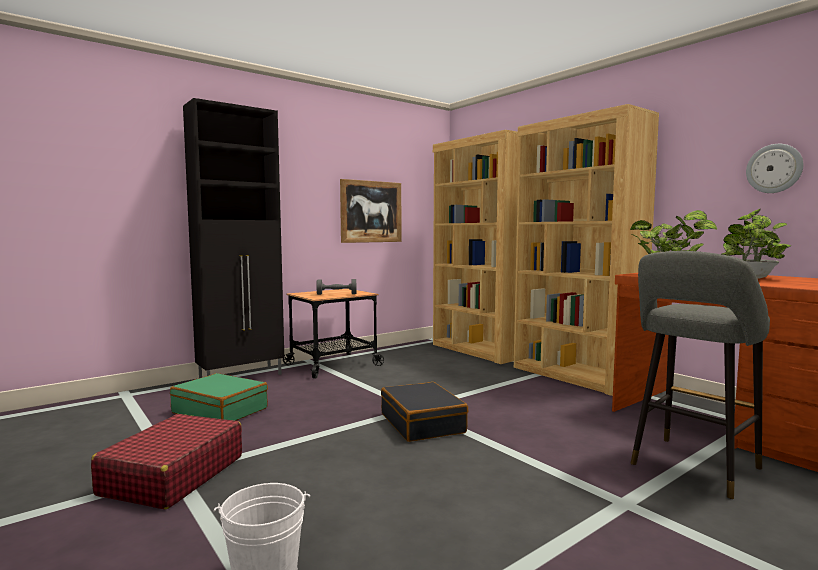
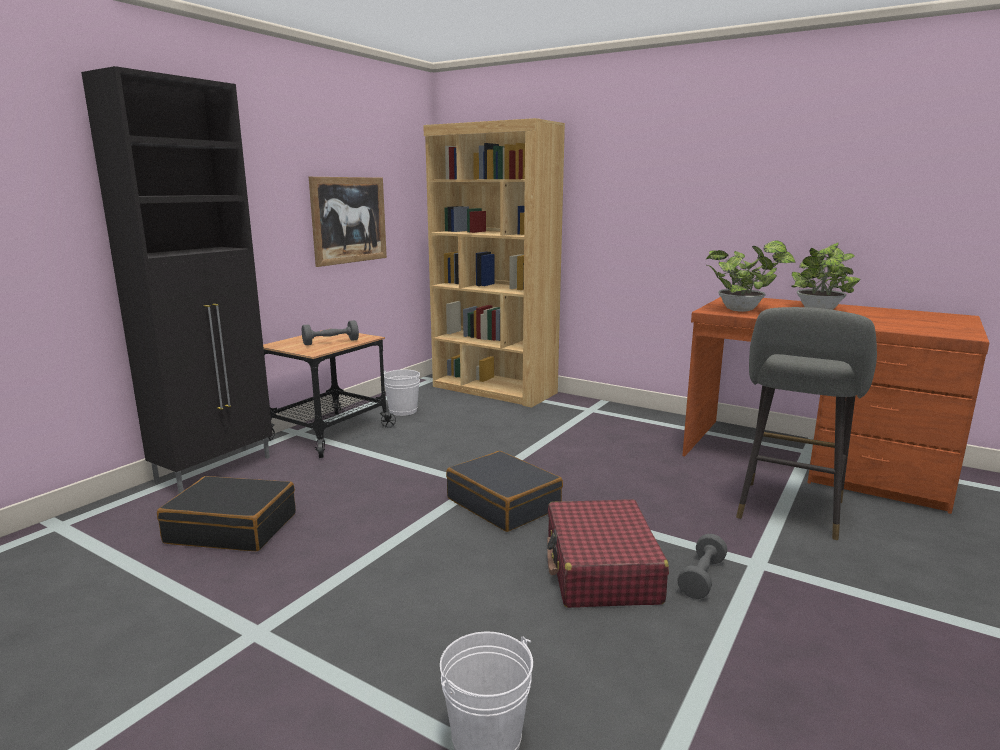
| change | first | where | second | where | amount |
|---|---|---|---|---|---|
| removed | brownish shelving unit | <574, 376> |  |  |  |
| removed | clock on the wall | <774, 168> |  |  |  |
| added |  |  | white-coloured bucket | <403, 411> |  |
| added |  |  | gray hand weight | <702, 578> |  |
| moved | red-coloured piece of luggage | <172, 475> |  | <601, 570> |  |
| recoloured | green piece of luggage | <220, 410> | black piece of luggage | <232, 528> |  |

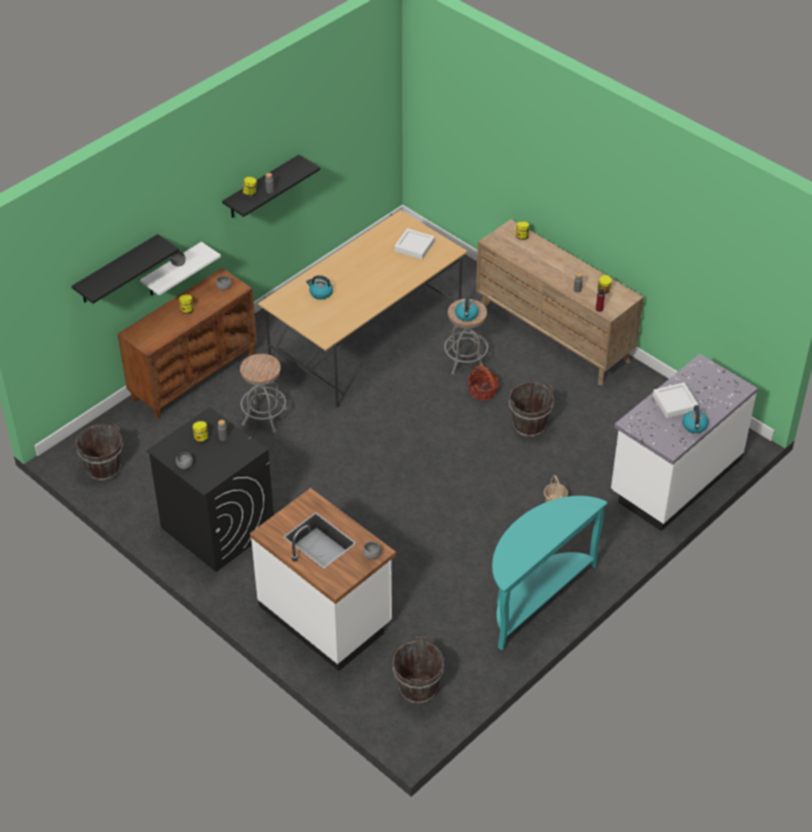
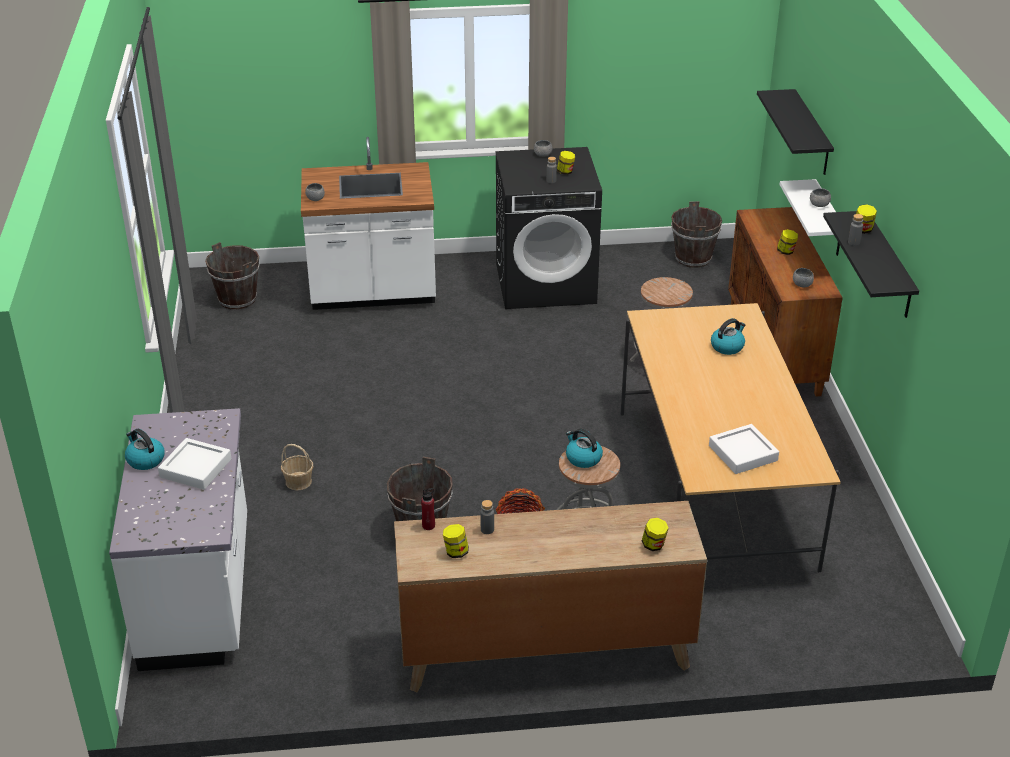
| change | first | where | second | where | amount |
|---|---|---|---|---|---|
| removed | turquoise narrow table | <535, 597> |  |  |  |

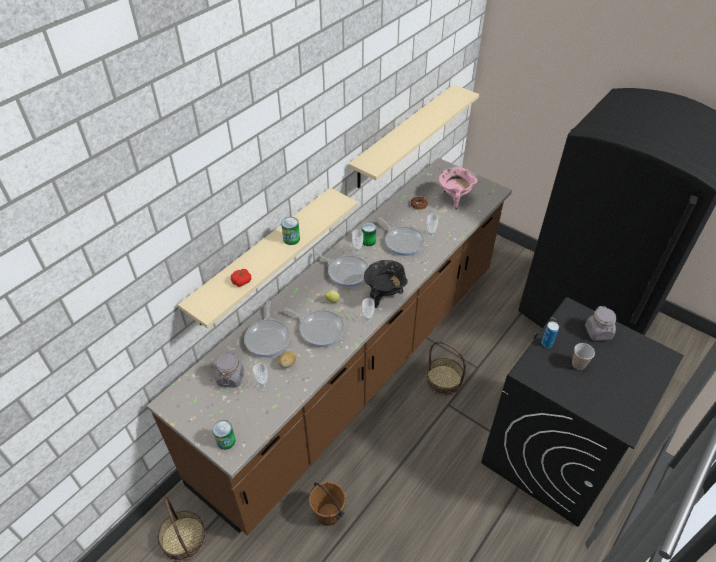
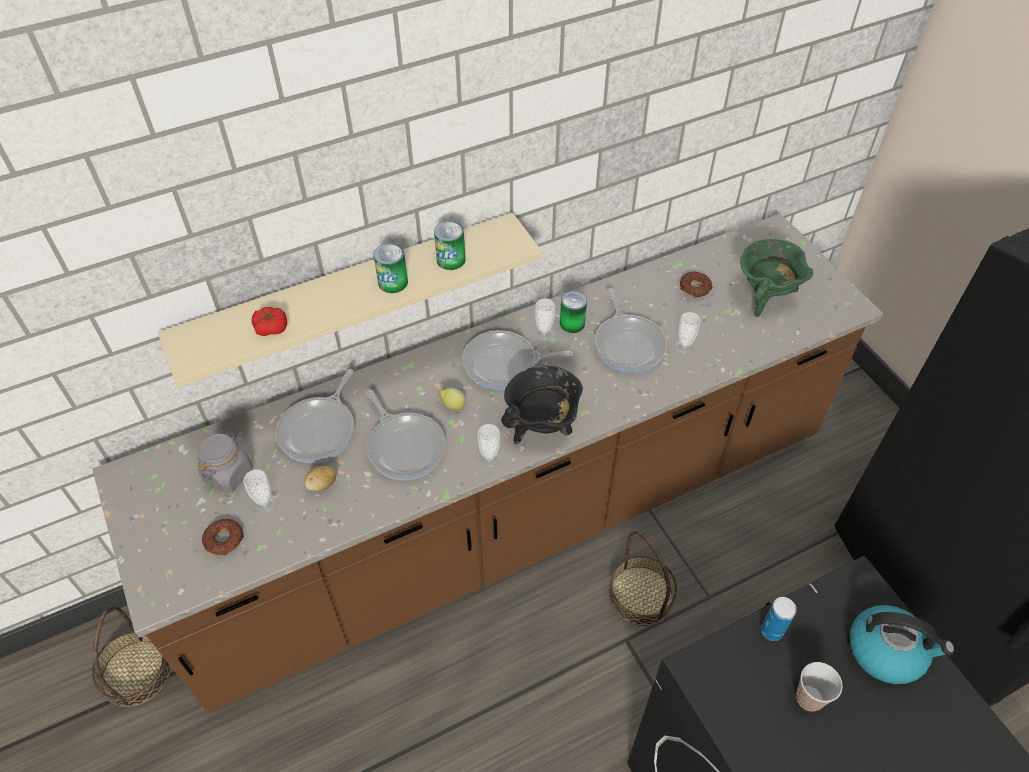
| change | first | where | second | where | amount |
|---|---|---|---|---|---|
| removed | brownish bucket | <329, 514> |  |  |  |
| removed | beige-coloured bracket shelf | <403, 136> |  |  |  |
| added |  |  | doughnut | <224, 539> |  |
| moved | metal can | <226, 441> |  | <451, 259> |  |
| replaced | gray jar | <598, 332> | tea kettle | <886, 651> |  |
| recoloured | pink-coloured cooking pot | <454, 199> | green cooking pot | <765, 297> |  |
| turned | skillet | <346, 272> |  | <504, 364> | 120 degrees clockwise |

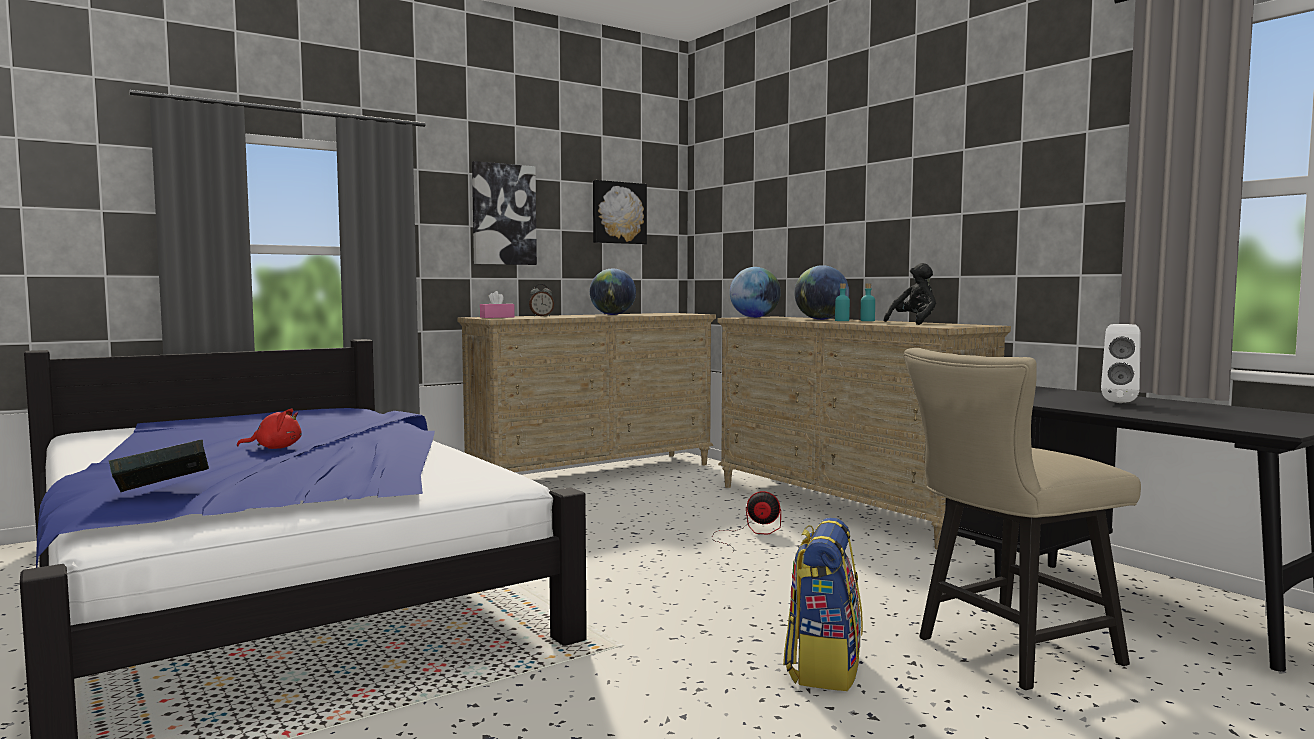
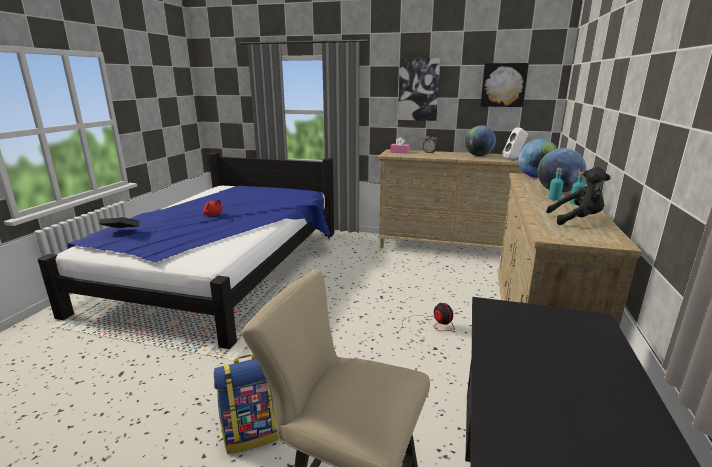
| change | first | where | second | where | amount |
|---|---|---|---|---|---|
| moved | white-coloured loudspeaker | <1119, 402> |  | <513, 159> |  |

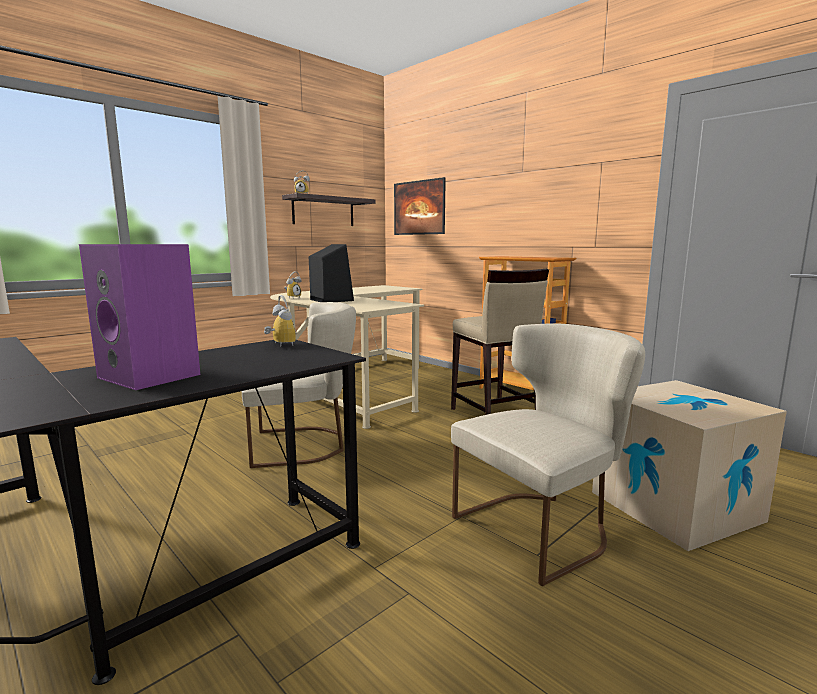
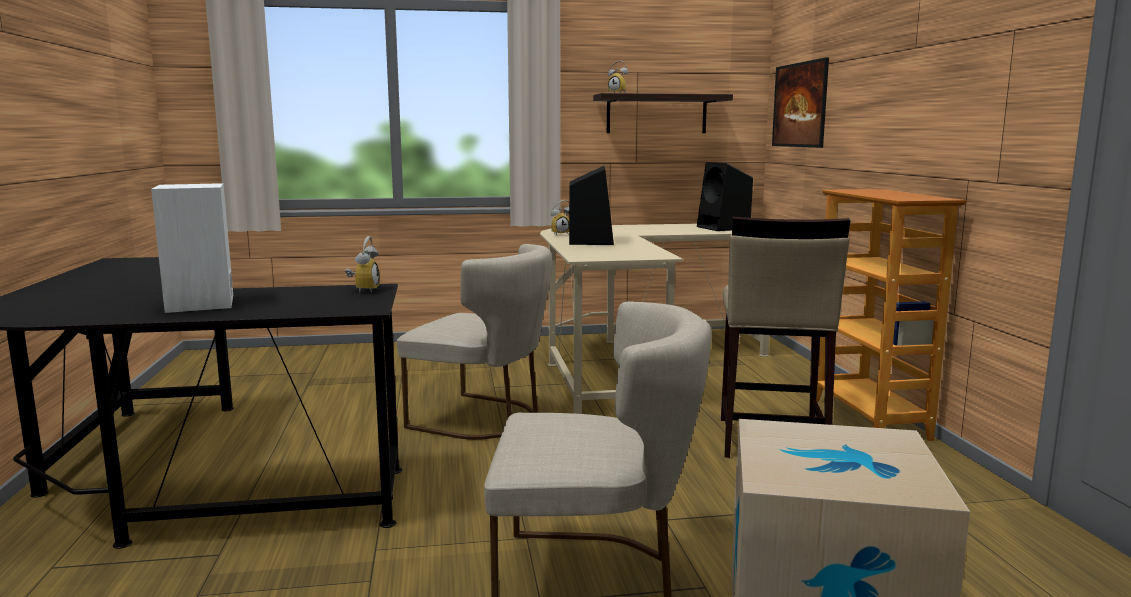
| change | first | where | second | where | amount |
|---|---|---|---|---|---|
| added |  |  | black loudspeaker | <724, 228> |  |
| recoloured | purplish loudspeaker | <152, 376> | white-coloured loudspeaker | <202, 303> |  |

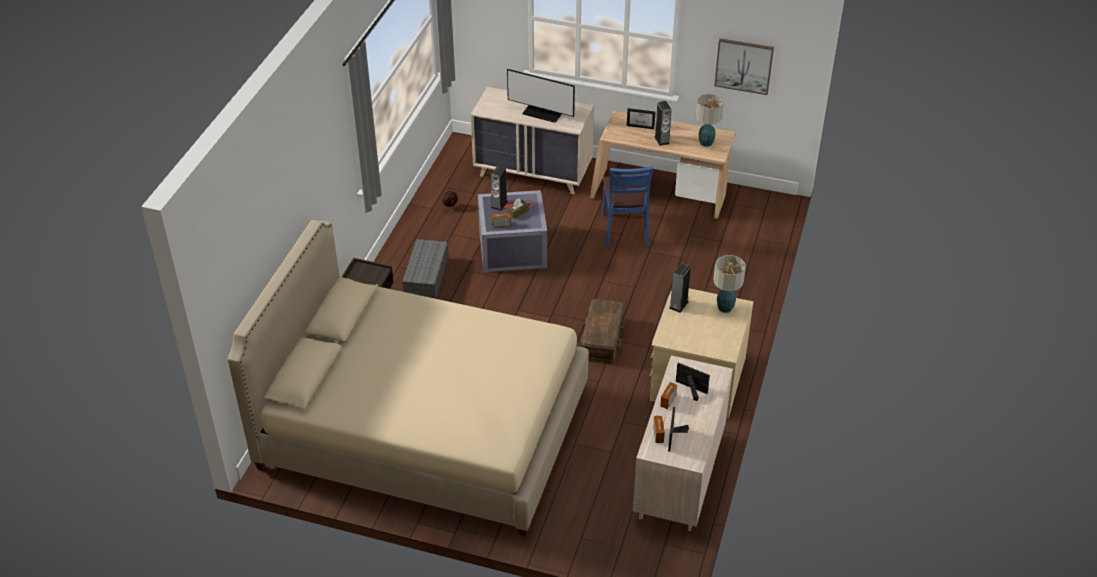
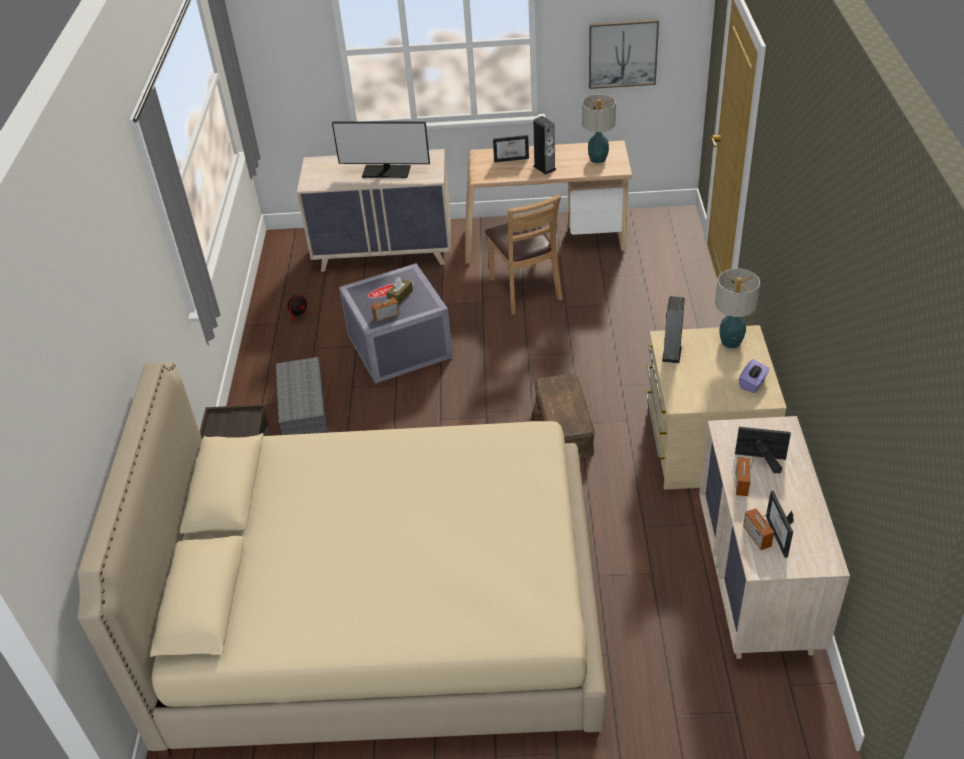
| change | first | where | second | where | amount |
|---|---|---|---|---|---|
| removed | loudspeaker | <499, 204> |  |  |  |
| added |  |  | purplish tissue holder | <753, 383> |  |
| recoloured | bluish upright chair | <624, 230> | brownish upright chair | <525, 290> |  |

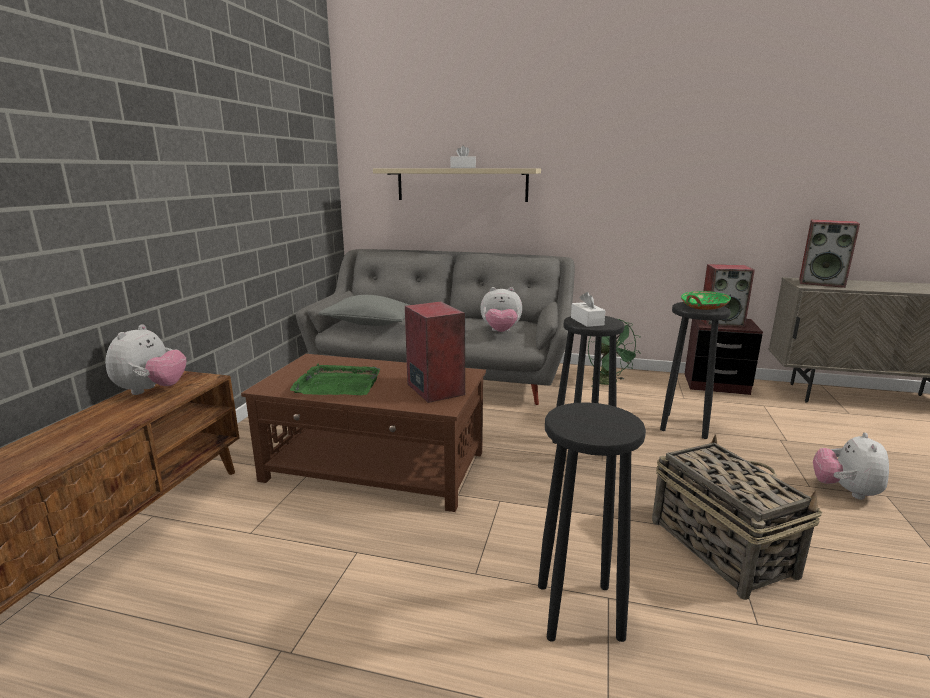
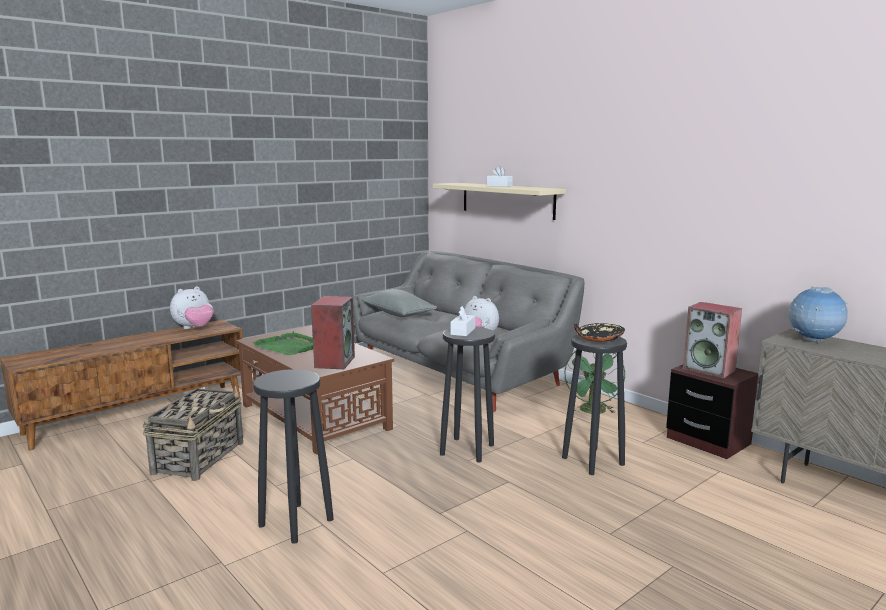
| change | first | where | second | where | amount |
|---|---|---|---|---|---|
| removed | soft toy | <845, 491> |  |  |  |
| moved | household basket | <720, 546> |  | <199, 457> |  |
| replaced | loudspeaker | <822, 283> | globe | <813, 341> |  |
| recoloured | green bowl | <703, 307> | black bowl | <598, 340> |  |

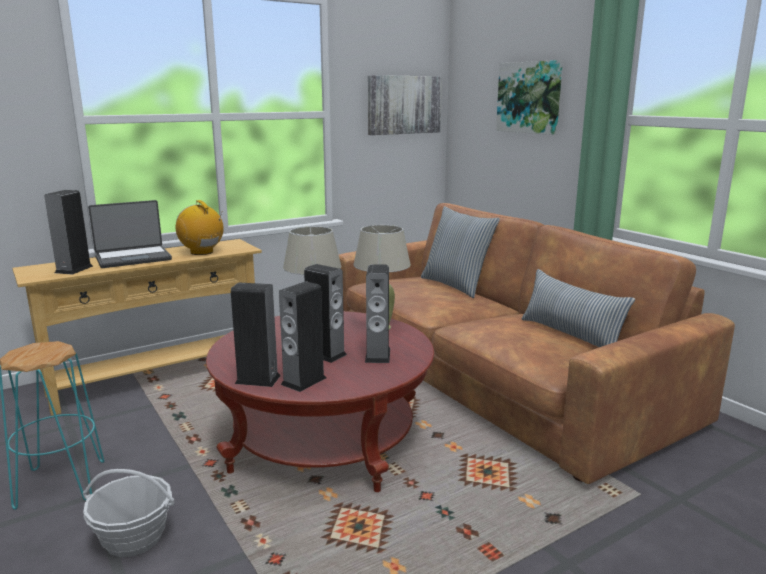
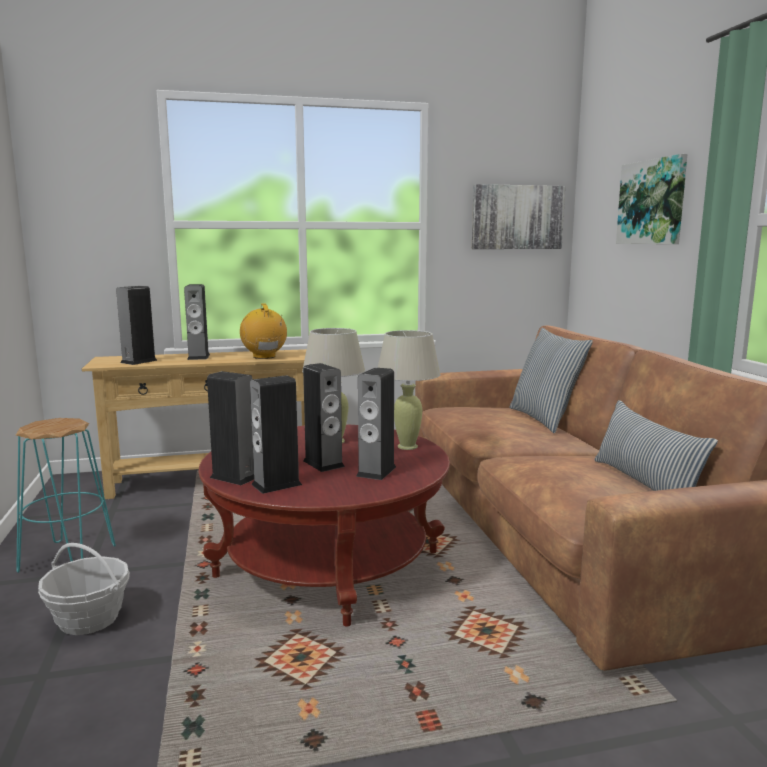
| change | first | where | second | where | amount |
|---|---|---|---|---|---|
| replaced | portable computer | <133, 258> | loudspeaker | <198, 357> |  |

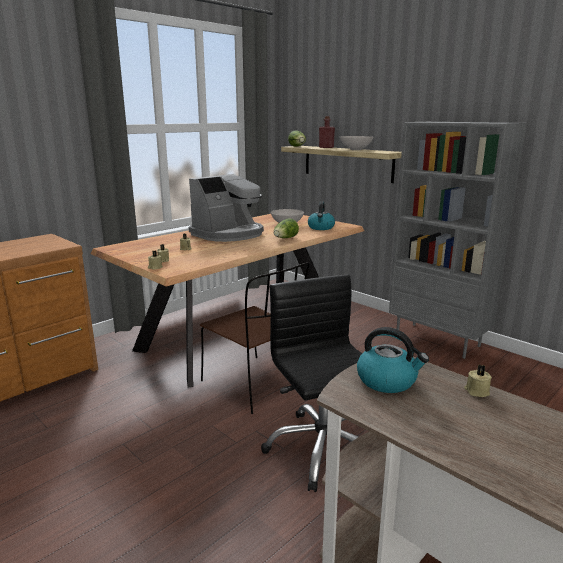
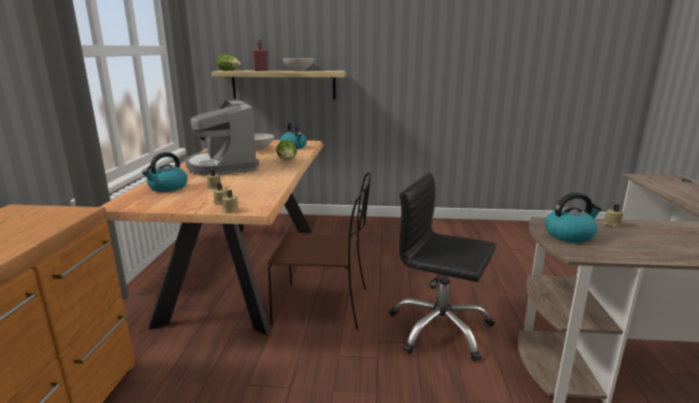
| change | first | where | second | where | amount |
|---|---|---|---|---|---|
| removed | gray shelving unit | <438, 340> |  |  |  |
| added |  |  | tea kettle | <167, 188> |  |
| turned | coffee machine | <228, 234> |  | <223, 166> | 150 degrees clockwise |

